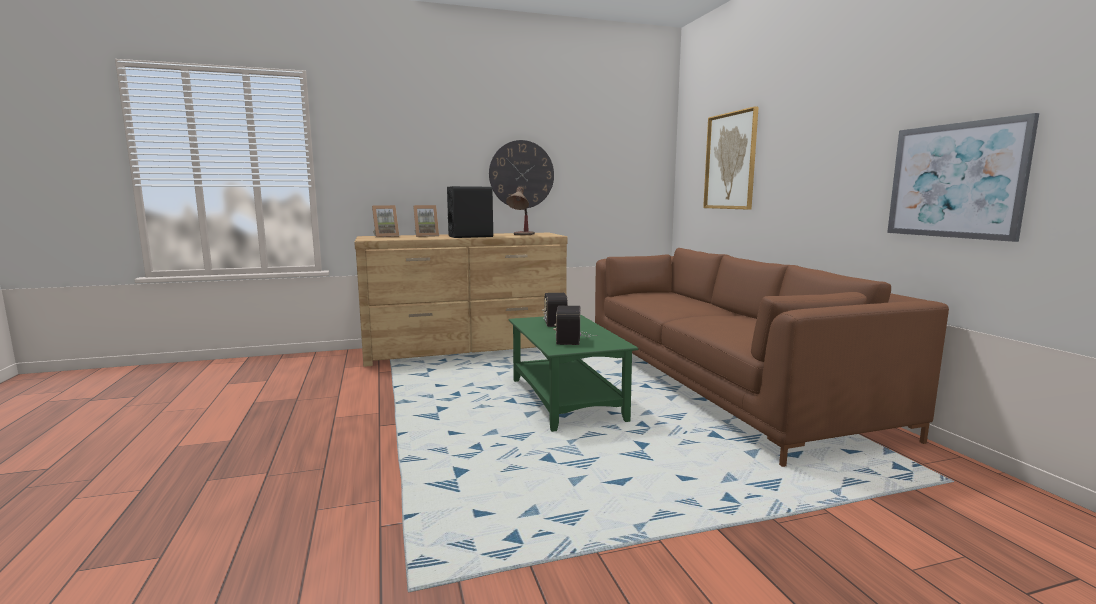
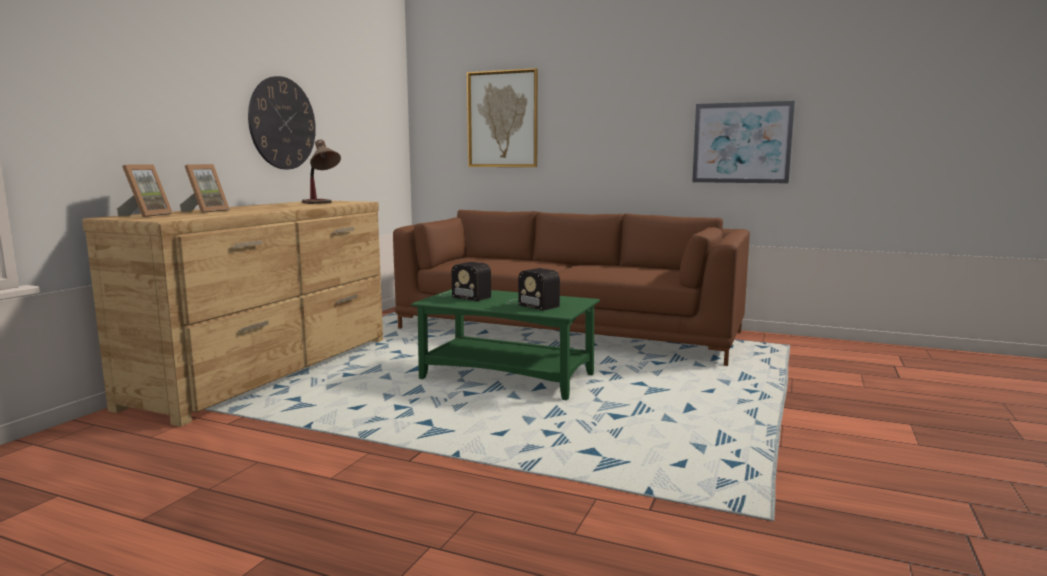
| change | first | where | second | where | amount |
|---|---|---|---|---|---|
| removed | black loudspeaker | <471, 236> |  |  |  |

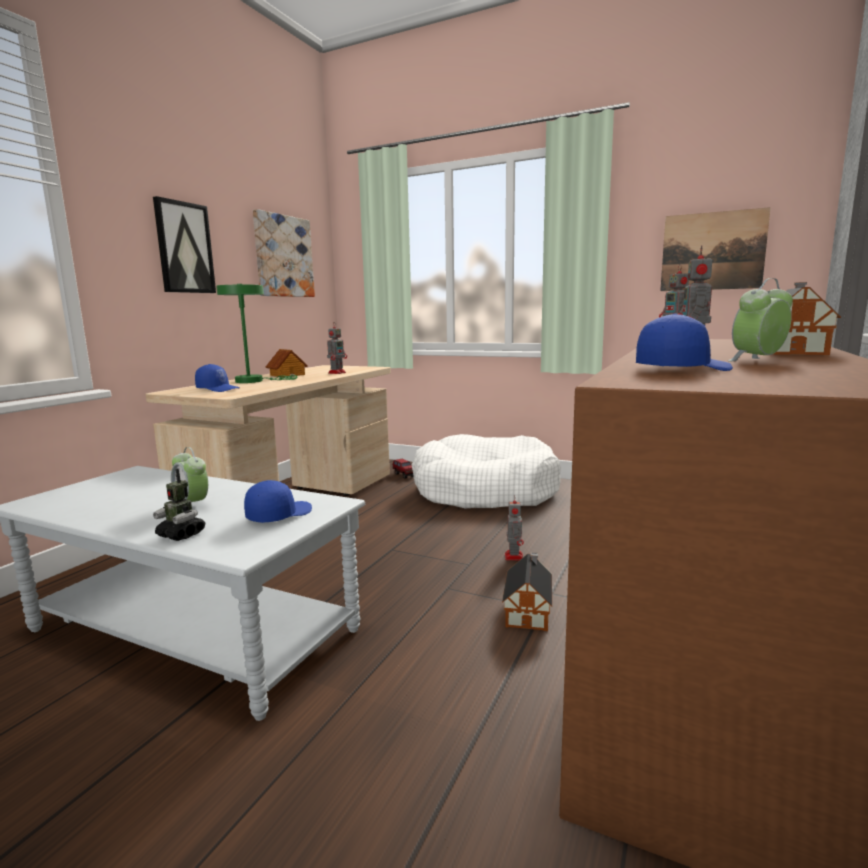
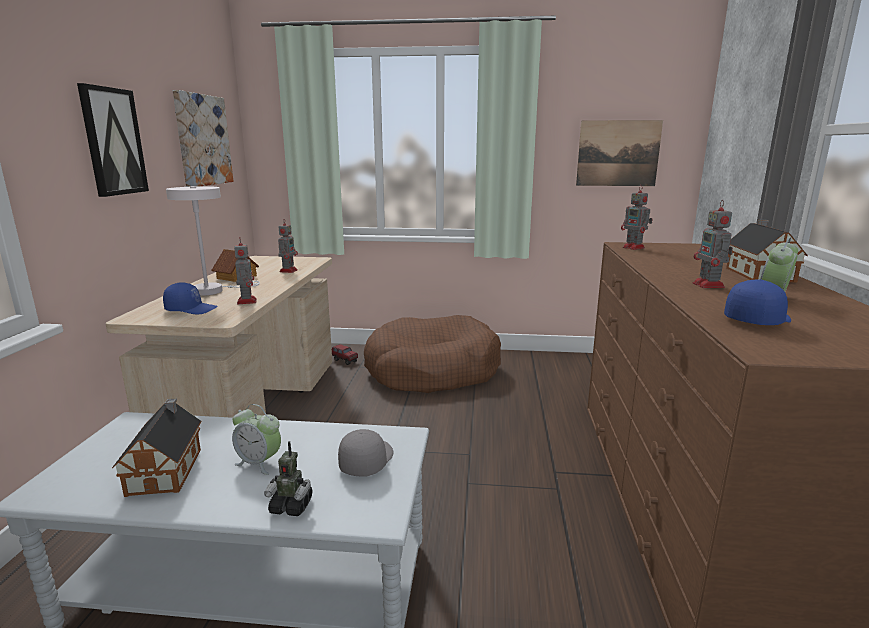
| change | first | where | second | where | amount |
|---|---|---|---|---|---|
| moved | toy house | <528, 610> |  | <167, 469> |  |
| moved | toy robot | <513, 556> |  | <247, 301> |  |
| recoloured | green table lamp | <254, 381> | white-coloured table lamp | <213, 290> |  |
| recoloured | bluish baseball cap | <279, 515> | gray baseball cap | <366, 461> |  |
| recoloured | white-coloured dog bed | <484, 490> | brownish dog bed | <432, 370> |  |

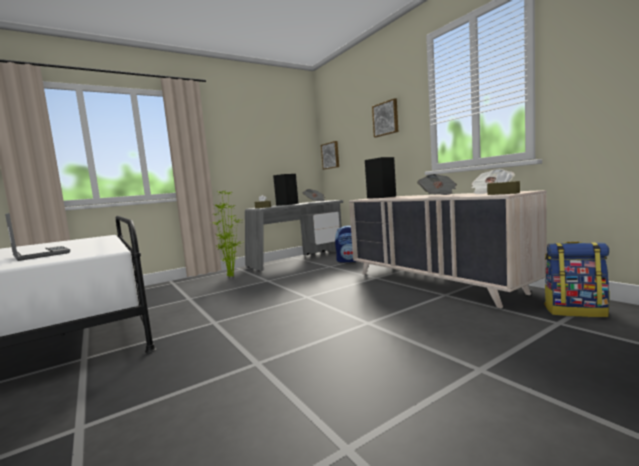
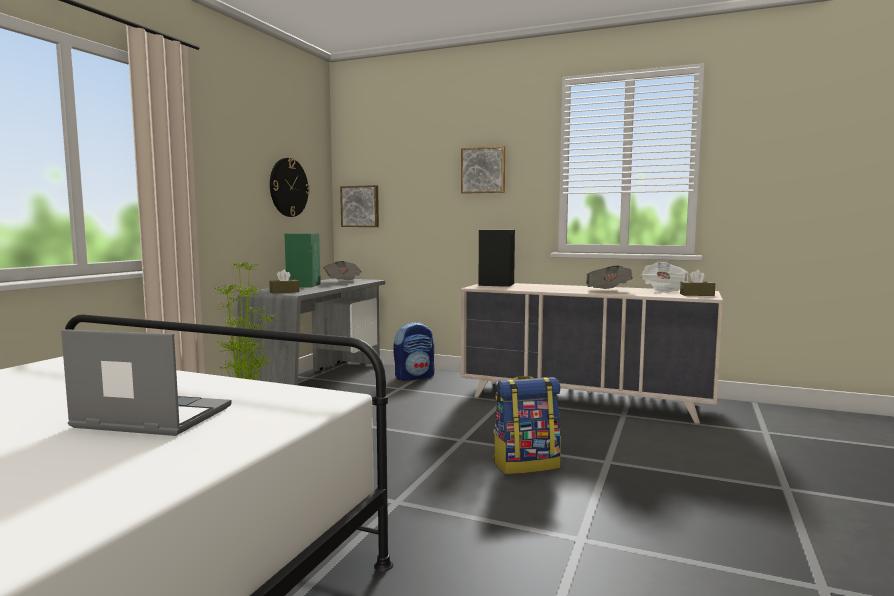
| change | first | where | second | where | amount |
|---|---|---|---|---|---|
| added |  |  | clock on the wall | <288, 187> |  |
| moved | backpack | <575, 311> |  | <526, 464> |  |
| recoloured | black loudspeaker | <287, 204> | green loudspeaker | <304, 285> |  |

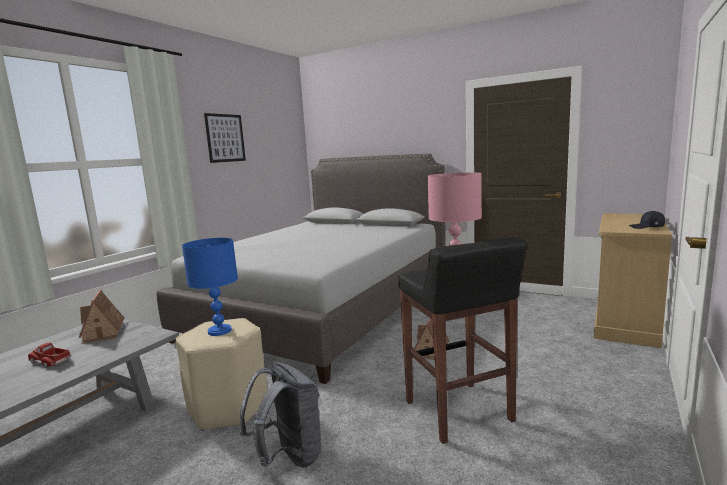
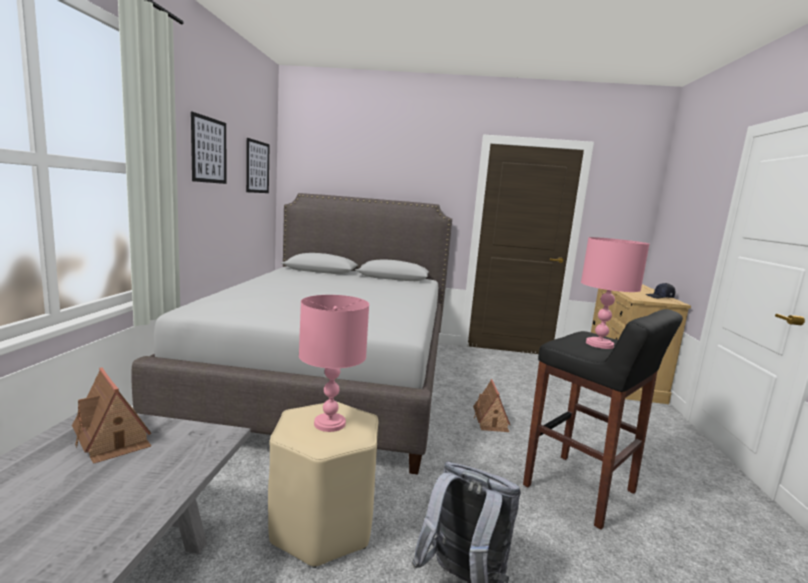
| change | first | where | second | where | amount |
|---|---|---|---|---|---|
| removed | model truck | <50, 361> |  |  |  |
| added |  |  | picture | <257, 167> |  |
| recoloured | bluish table lamp | <219, 331> | pink-coloured table lamp | <329, 423> |  |

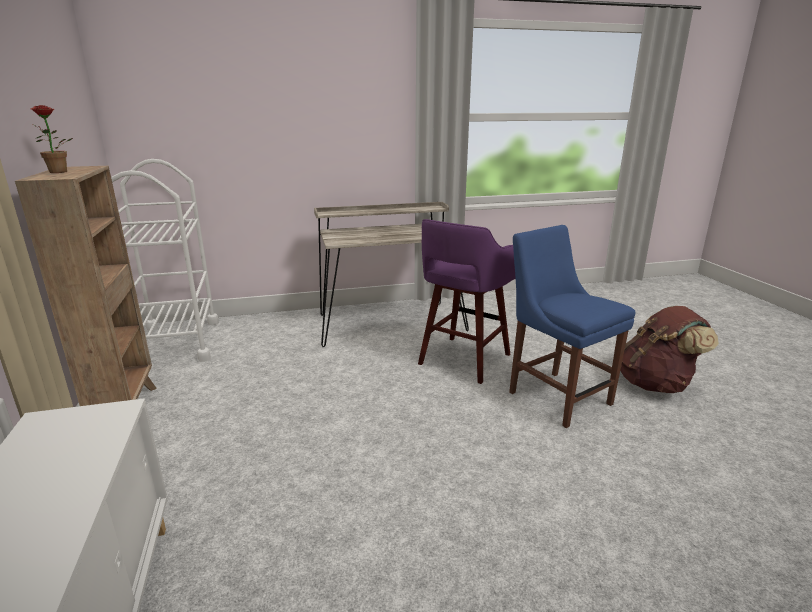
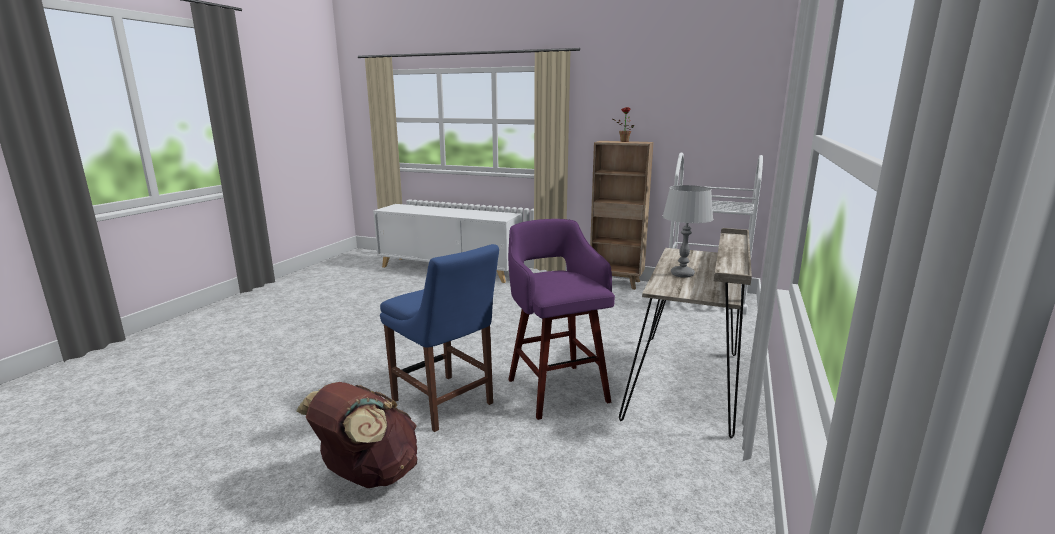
| change | first | where | second | where | amount |
|---|---|---|---|---|---|
| added |  |  | gray table lamp | <682, 274> |  |
| turned | bluish upright chair | <556, 395> |  | <445, 404> | 45 degrees clockwise |

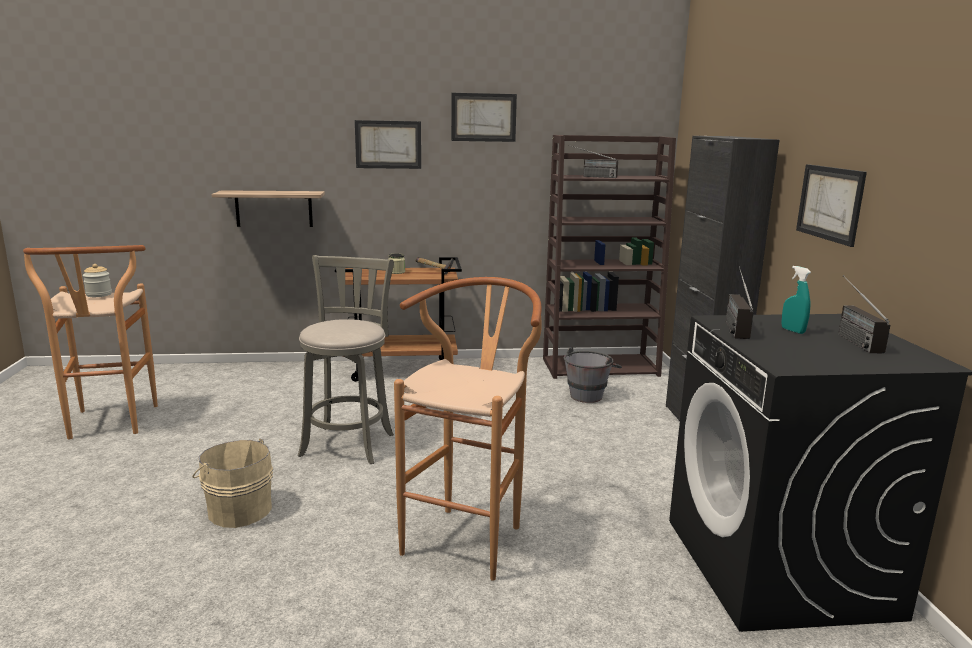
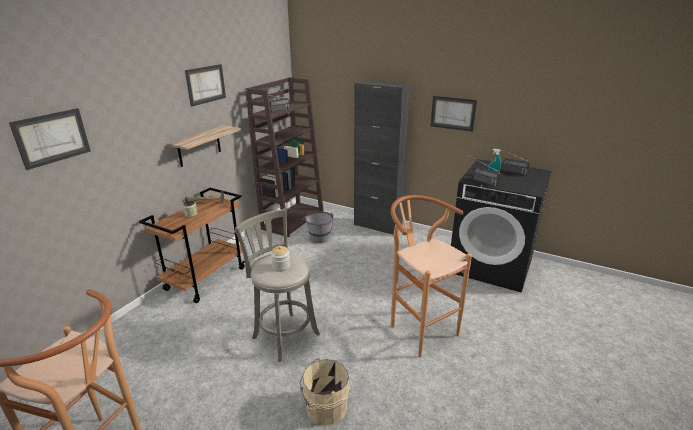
| change | first | where | second | where | amount |
|---|---|---|---|---|---|
| moved | jar | <99, 294> |  | <281, 267> |  |
| moved | bracket shelf | <274, 208> |  | <199, 146> |  |
| moved | picture | <388, 144> |  | <52, 137> |  |

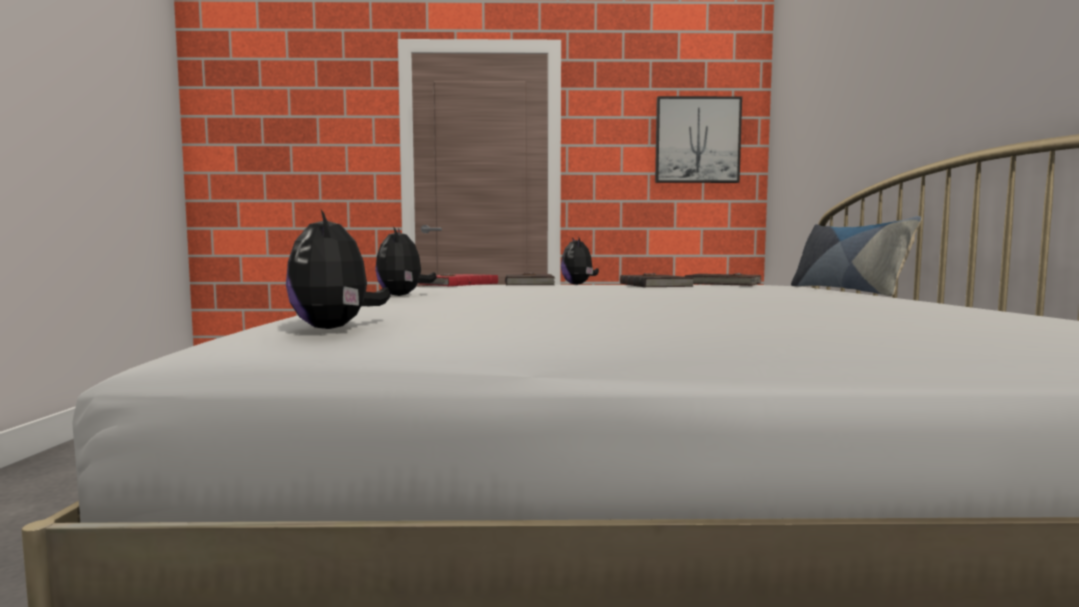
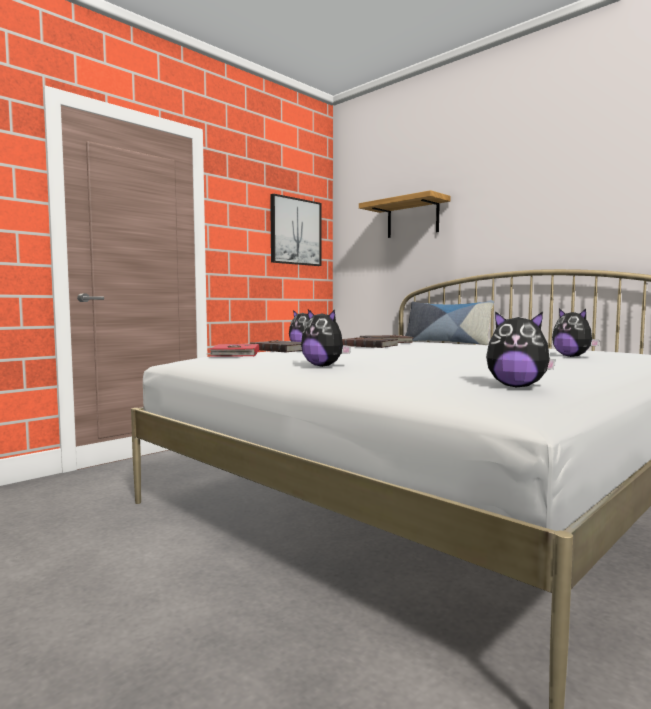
| change | first | where | second | where | amount |
|---|---|---|---|---|---|
| added |  |  | bracket shelf | <412, 218> |  |
| added |  |  | soft toy | <572, 356> |  |

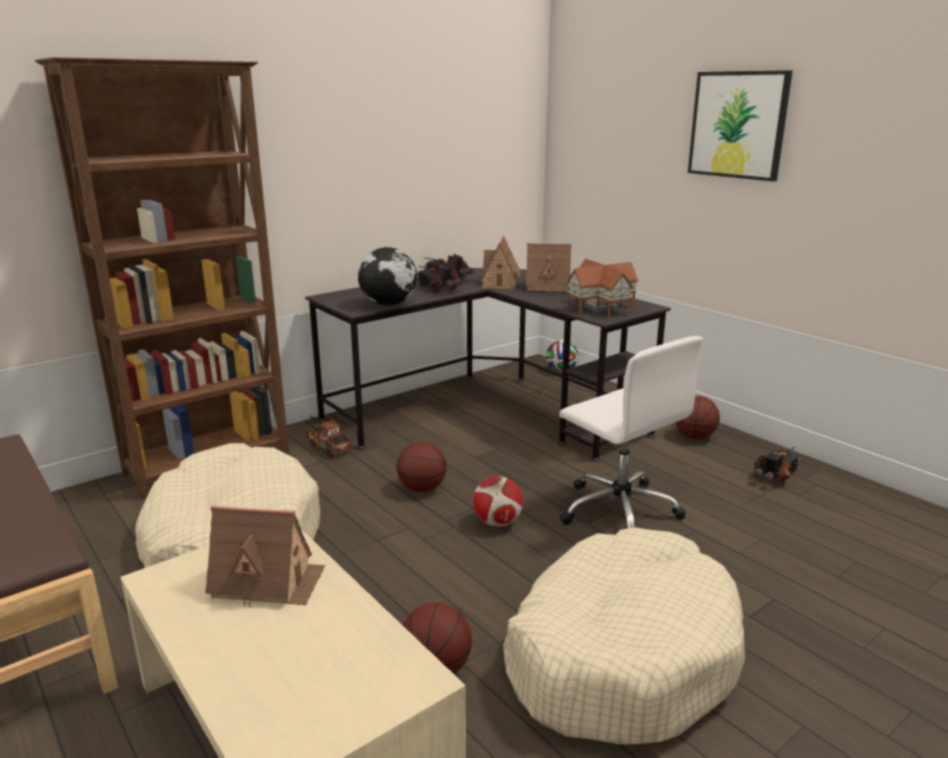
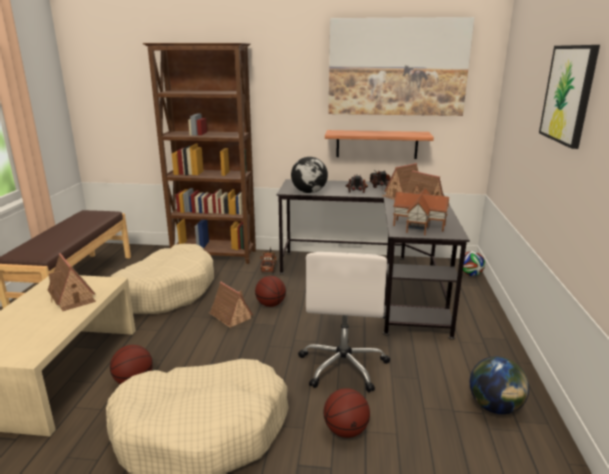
| change | first | where | second | where | amount |
|---|---|---|---|---|---|
| removed | football | <497, 522> |  |  |  |
| added |  |  | toy house | <230, 316> |  |
| added |  |  | bracket shelf | <376, 144> |  |
| added |  |  | picture | <397, 67> |  |
| moved | basketball | <694, 437> |  | <345, 430> |  |
| replaced | model truck | <775, 476> | globe | <495, 407> |  |

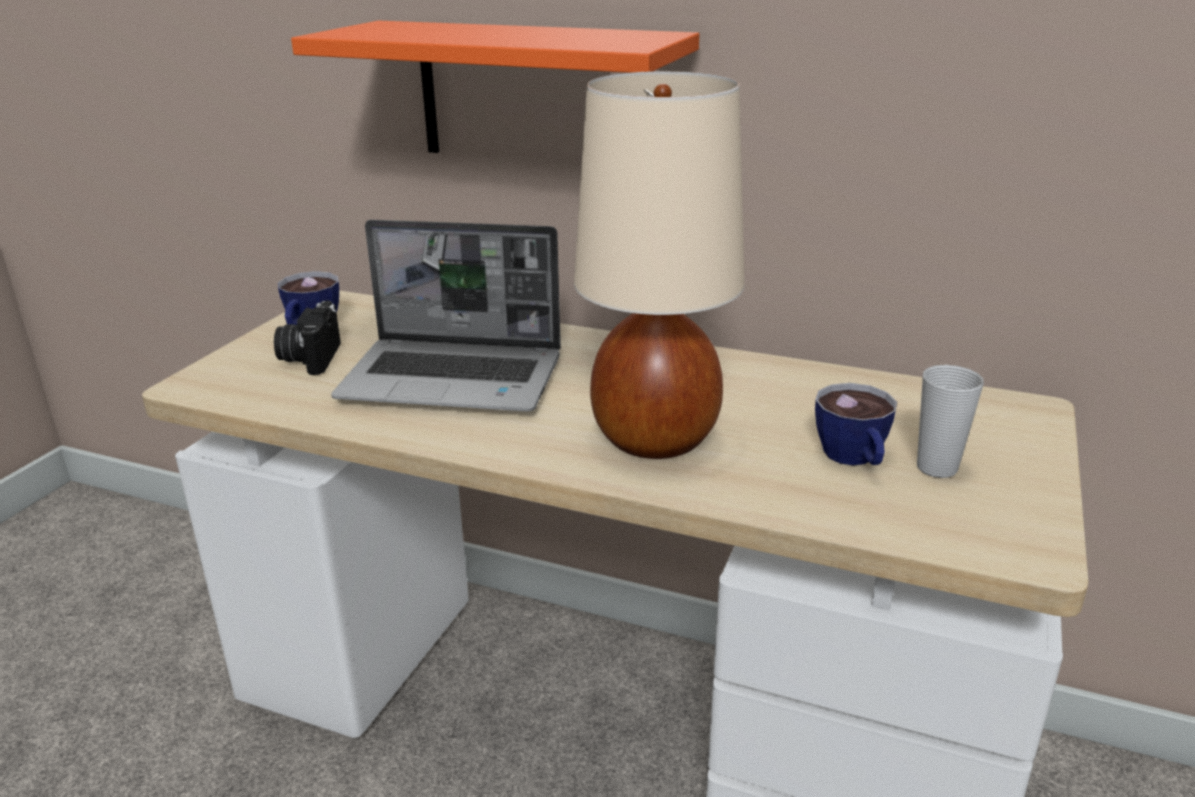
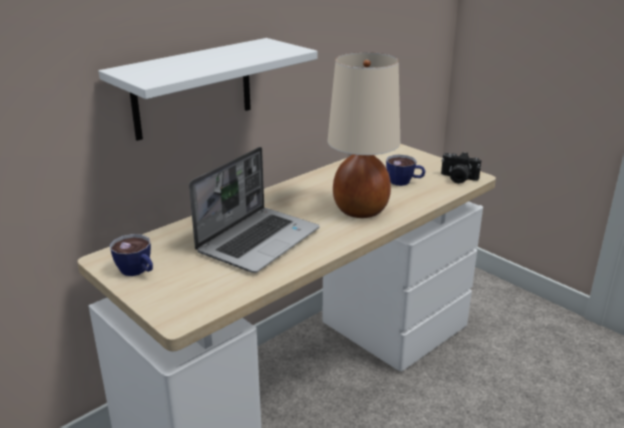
| change | first | where | second | where | amount |
|---|---|---|---|---|---|
| removed | drinking cup | <936, 468> |  |  |  |
| moved | still camera | <310, 358> |  | <458, 179> |  |
| recoloured | orange bracket shelf | <531, 95> | white-coloured bracket shelf | <193, 88> |  |

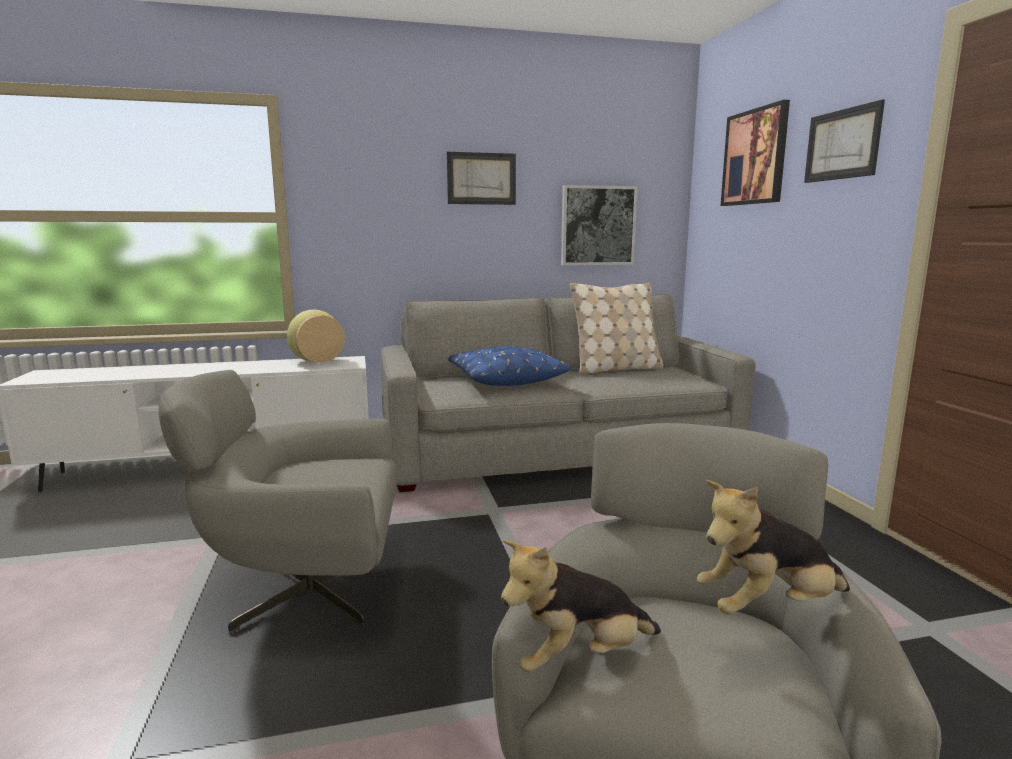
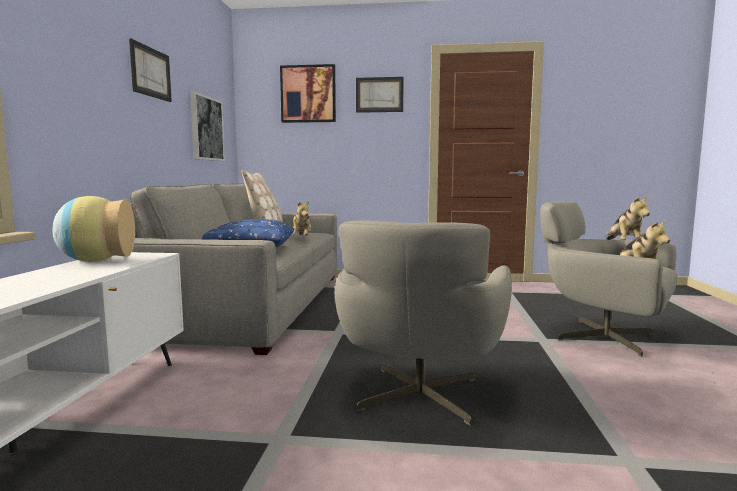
| change | first | where | second | where | amount |
|---|---|---|---|---|---|
| added |  |  | soft toy | <301, 238> |  |

